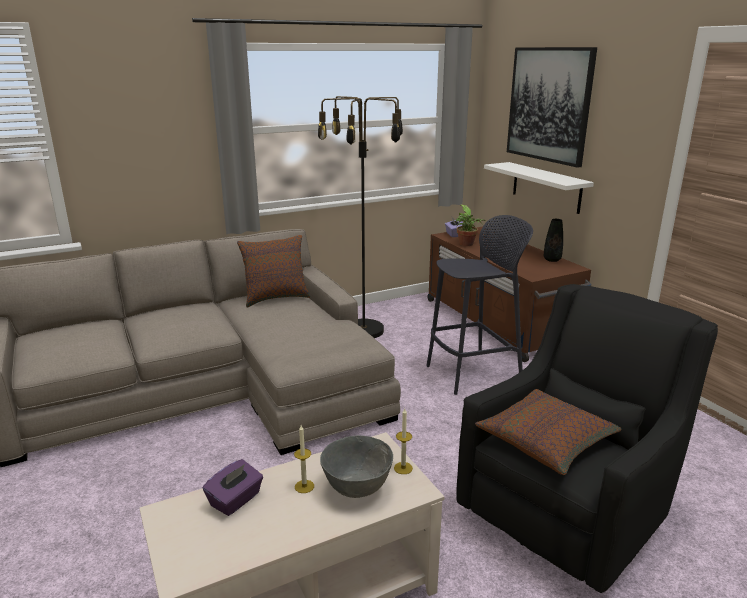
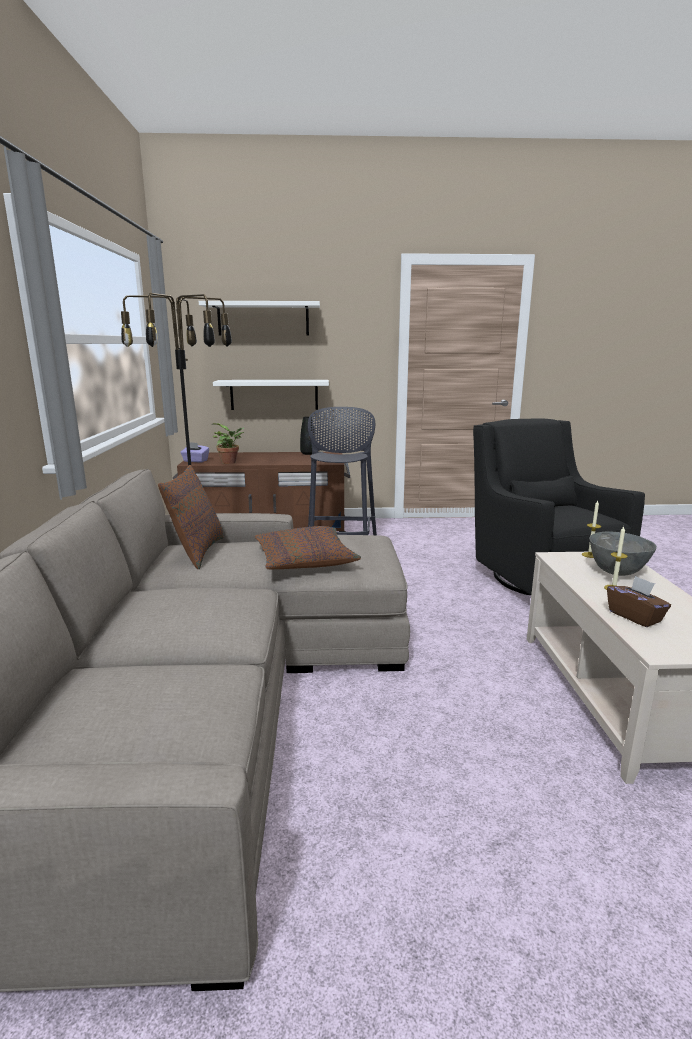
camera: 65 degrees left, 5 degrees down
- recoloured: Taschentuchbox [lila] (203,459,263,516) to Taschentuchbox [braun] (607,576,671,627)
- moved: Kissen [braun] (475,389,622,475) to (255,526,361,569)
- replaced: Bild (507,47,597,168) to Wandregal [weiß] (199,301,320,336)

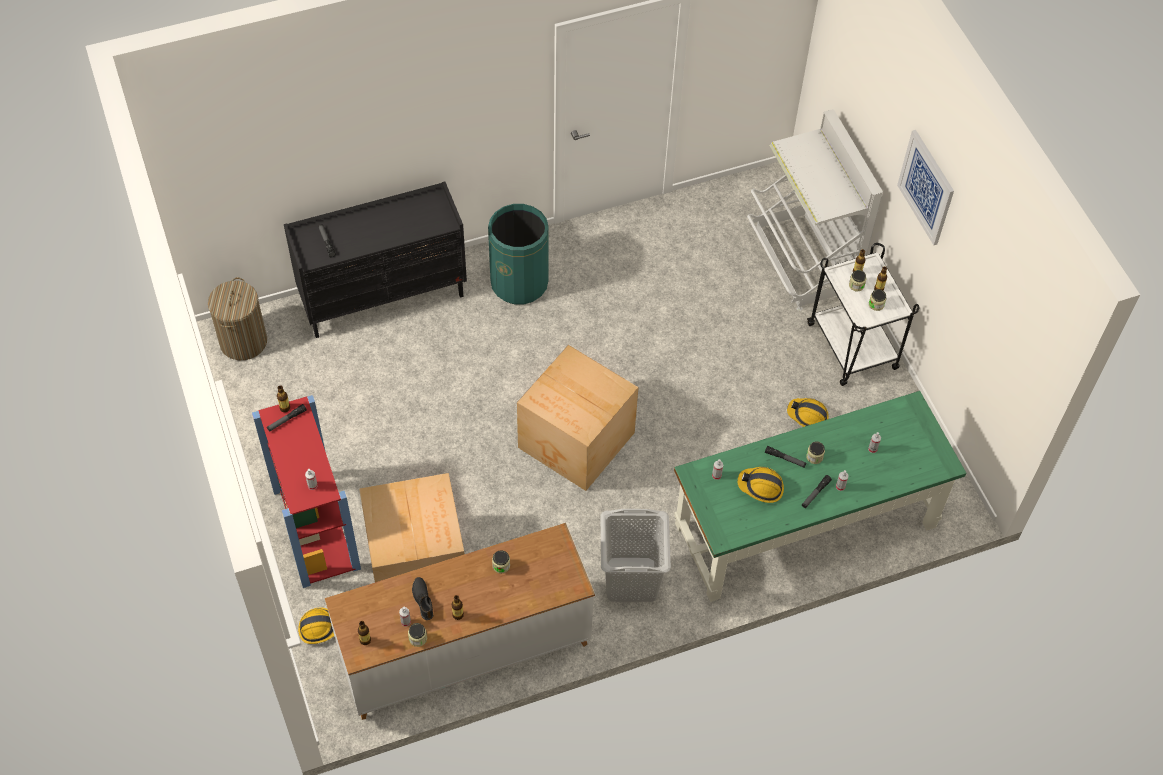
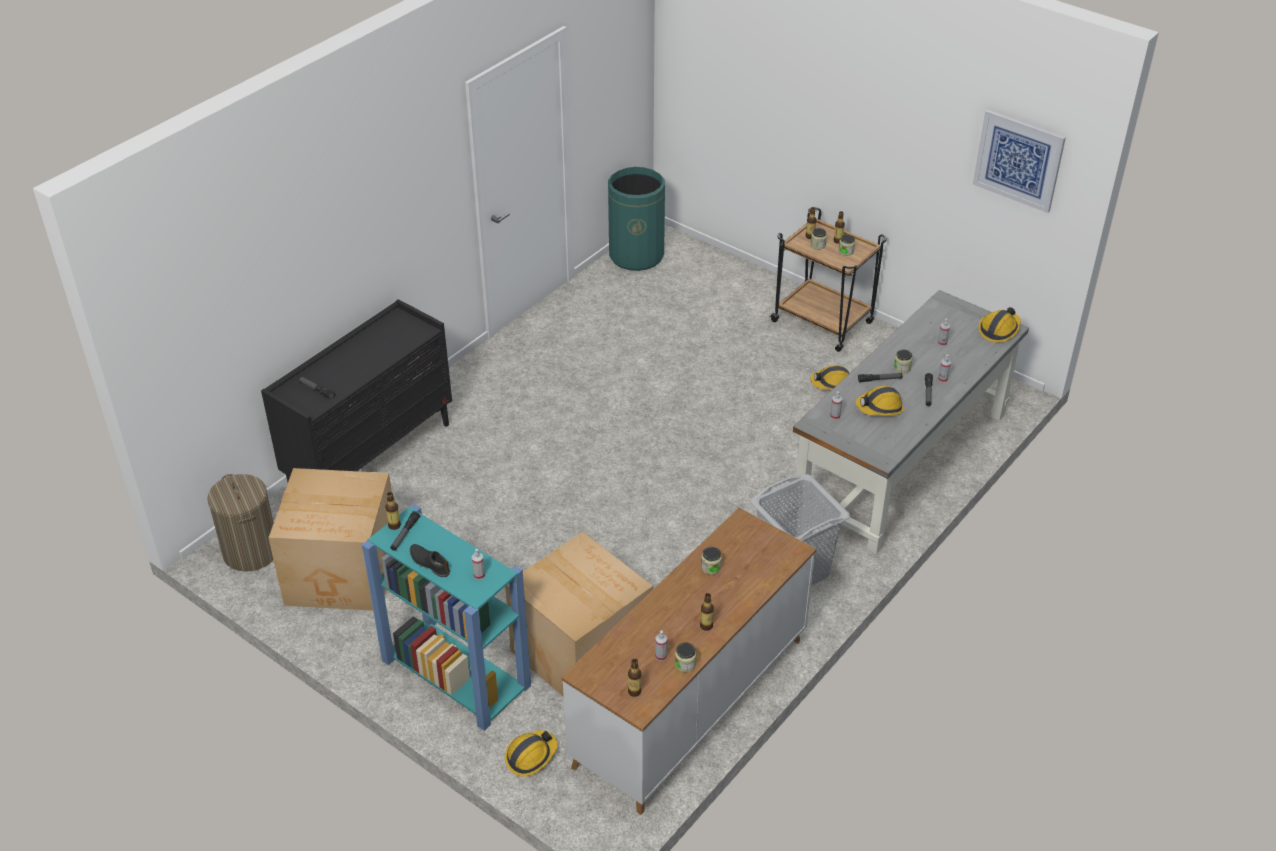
camera: 30 degrees left, 15 degrees down
- recoloured: Bücherregal [rot] (252,395,361,588) to Bücherregal [türkis] (362,504,531,731)
- moved: Schuh [schwarz] (412,577,433,620) to (410,544,450,577)
- moved: Mülleimer [grün] (488,204,549,305) to (608,167,665,271)
- moved: Karton (517,345,639,491) to (268,468,392,611)
- recoloured: Schreibtisch [grün] (674,391,966,602) to Schreibtisch [grau] (793,290,1029,554)
- removed: Schuhregal [weiß] (747,109,883,311)
- recoloured: Rollwagen [weiß] (807,243,920,386) to Rollwagen [braun] (771,207,886,352)
- moved: Bild (897,130,954,245) to (973,110,1066,213)
- added: Schutzhelm (978,307,1021,342)

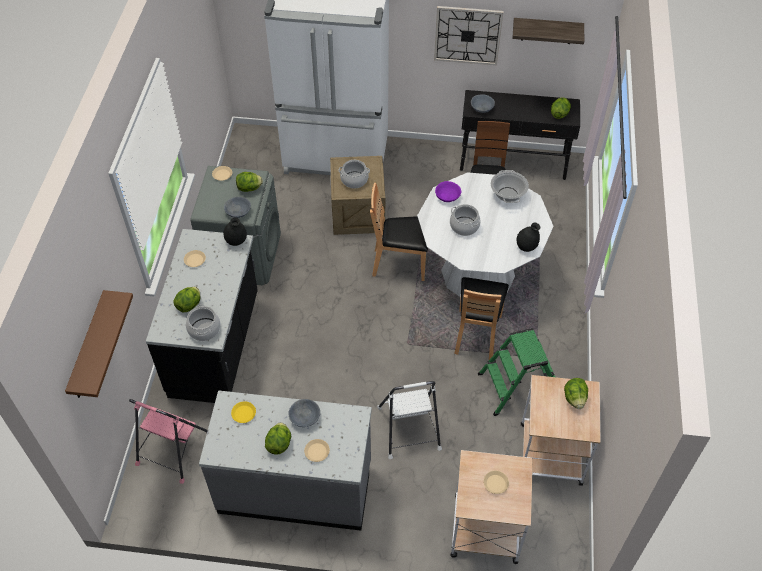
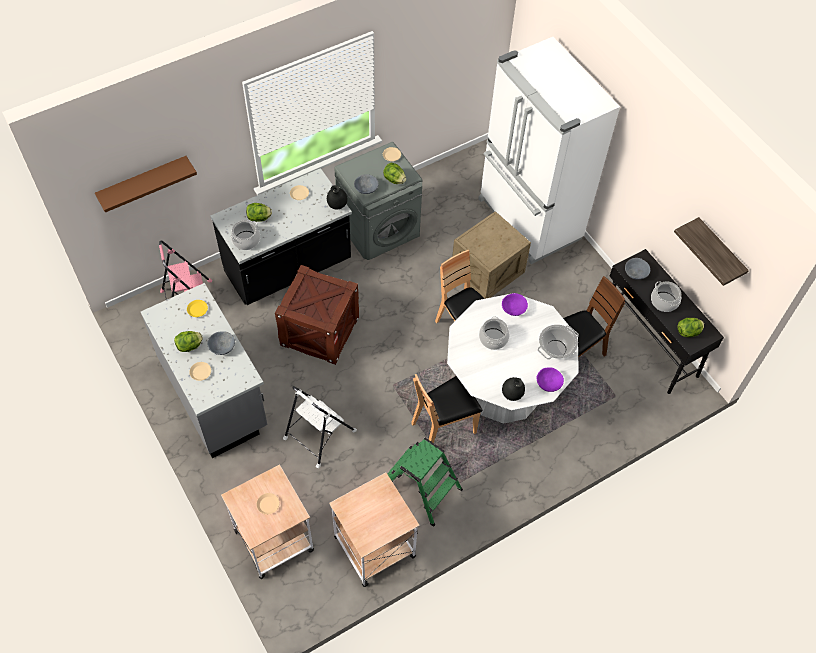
camera: 50 degrees right, 5 degrees up
- moved: Kochtopf (338,160,370,188) to (651,281,681,312)
- removed: Wanduhr (434,6,503,65)
- removed: Salatkopf (564,378,588,409)
- added: Kiste (275,265,359,365)
- added: Schüssel [lila] (537,367,564,392)

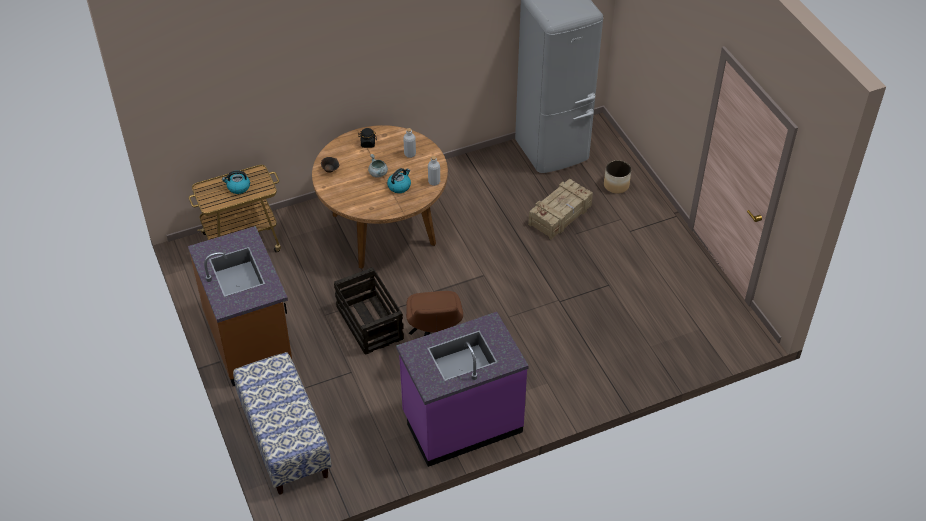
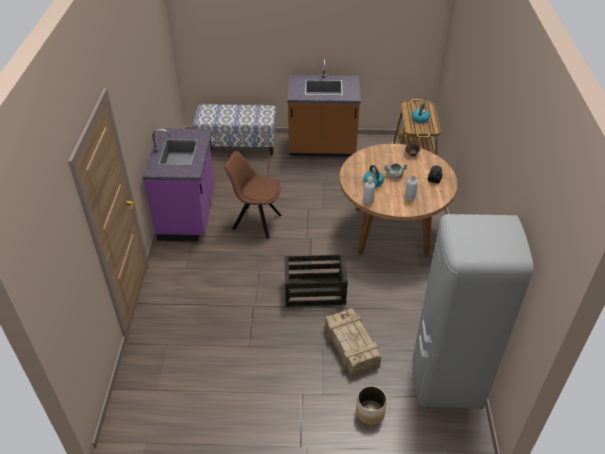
camera: 115 degrees right, 5 degrees down
- moved: Kiste (334,267,404,355) to (284,254,348,307)

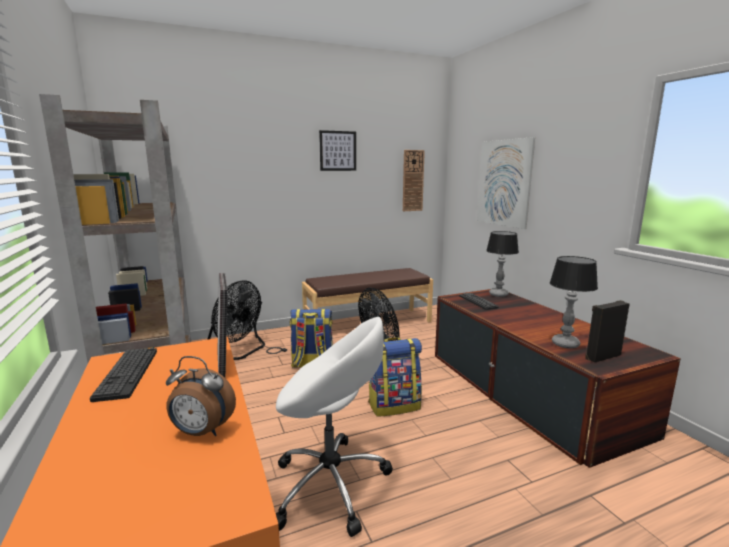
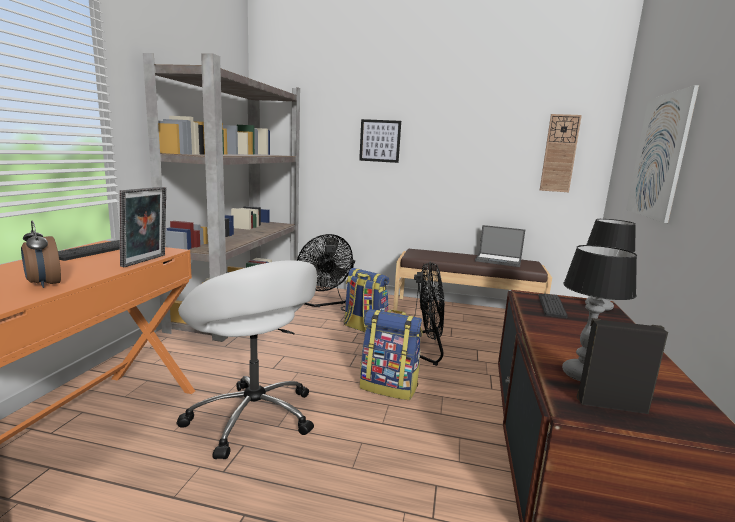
camera: 35 degrees right, 0 degrees up
- moved: Bild (319,130,356,171) to (359,119,401,163)
- added: Laptop (475,225,525,267)

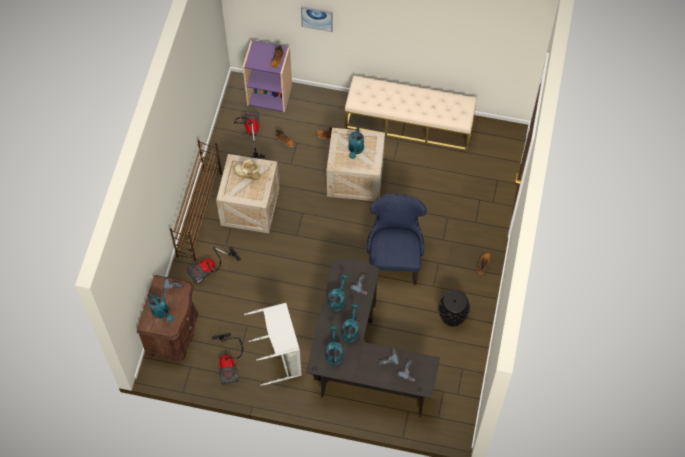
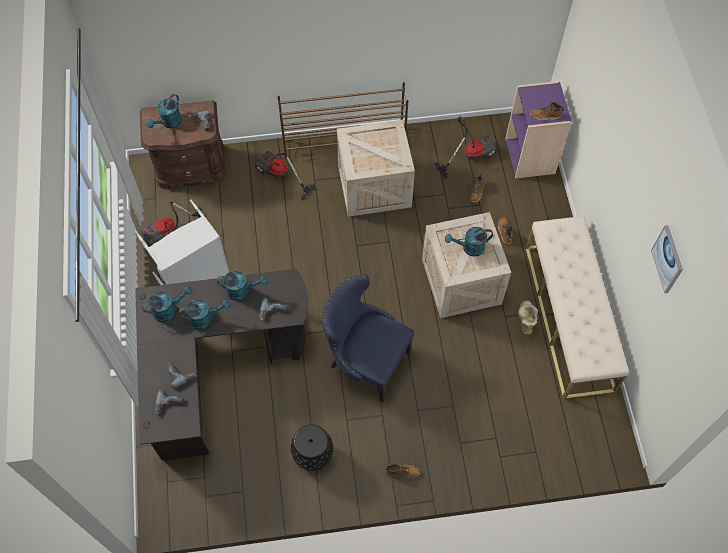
camera: 70 degrees right, 0 degrees up
- moved: Stiefel (233,159,260,180) to (518,301,538,335)
- moved: Bild (301,6,333,32) to (651,225,683,293)
- turned: Stuhl [blau] (367,194,427,285) = (321,274,414,402) 135 degrees counterclockwise

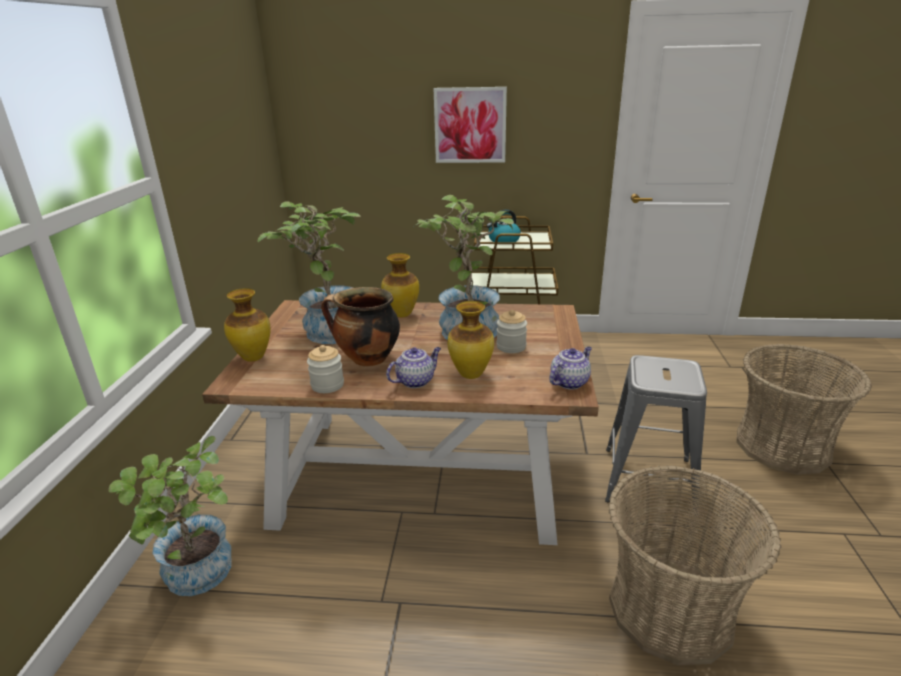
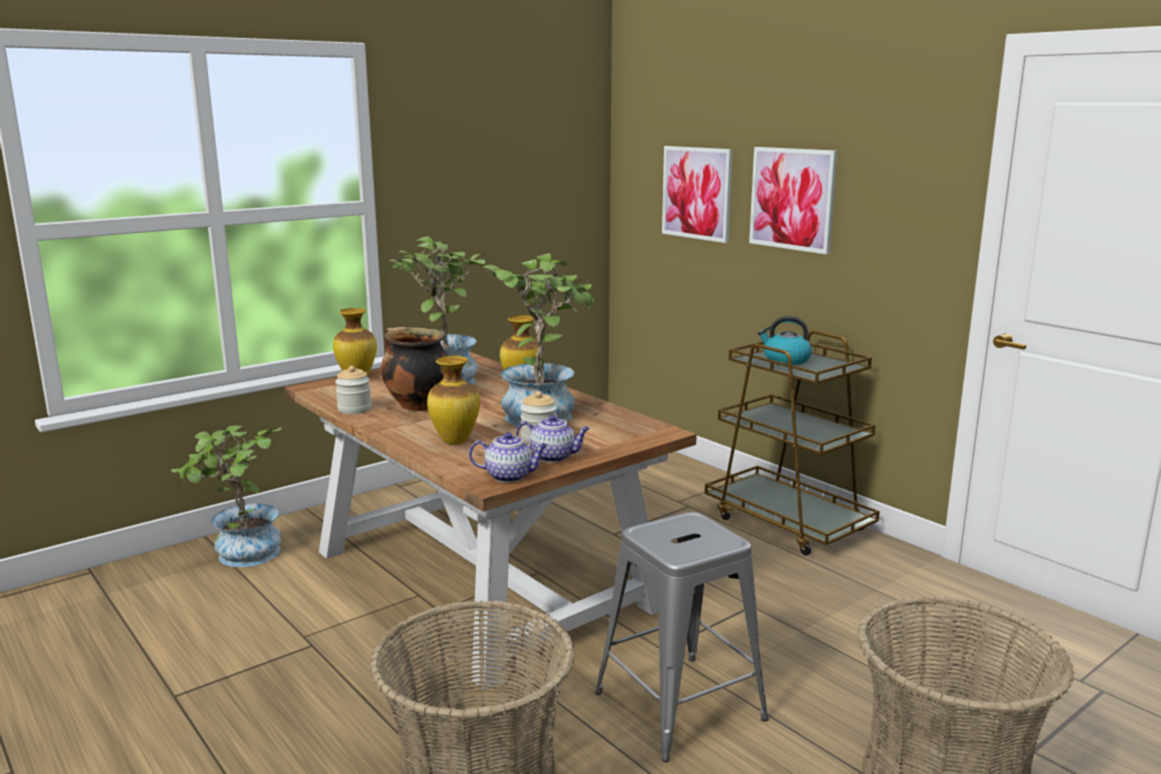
camera: 45 degrees right, 10 degrees down
- moved: Teekanne (386,347,441,388) to (516,415,590,462)
- added: Bild (662,146,733,243)

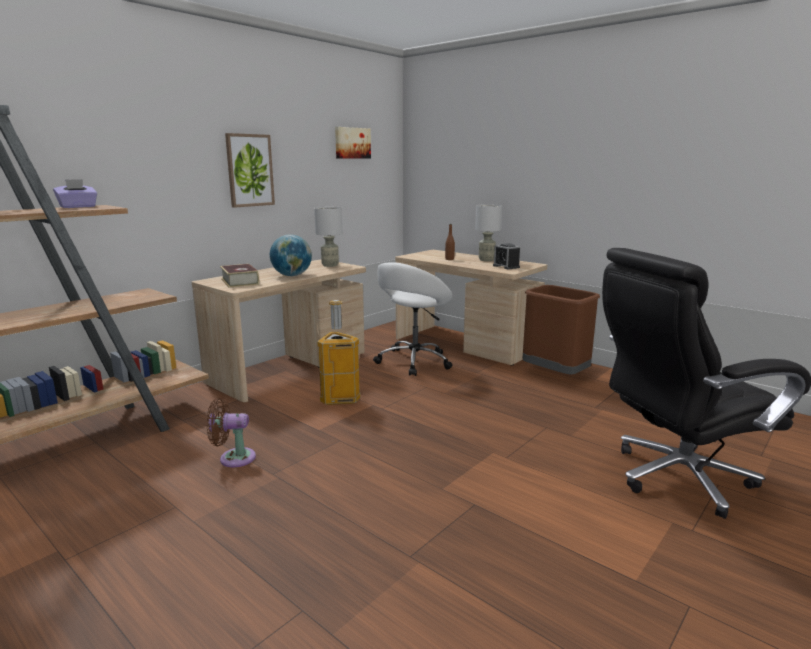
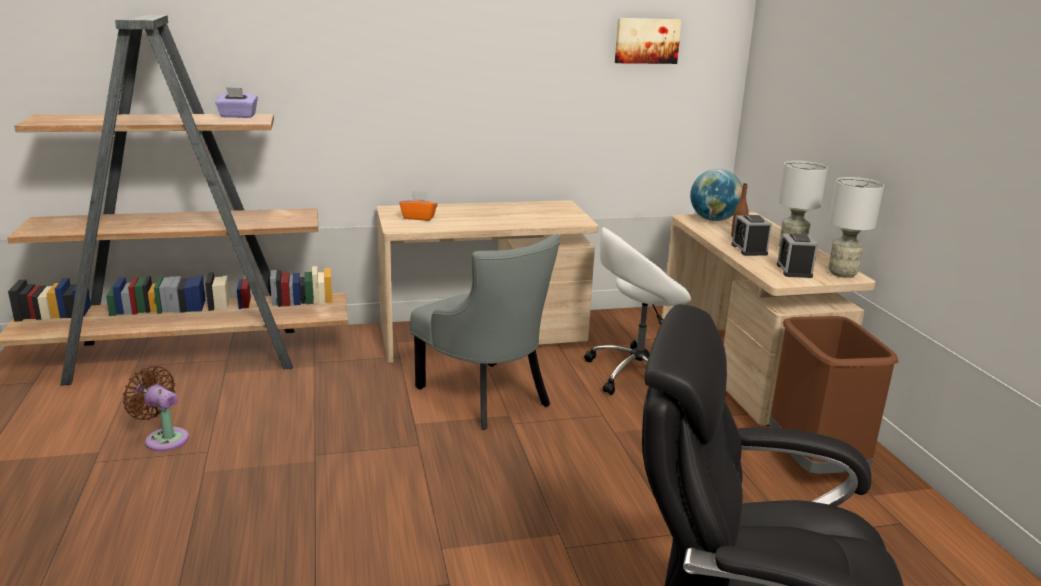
camera: 35 degrees right, 5 degrees up
- moved: Ventilator [braun] (206,398,256,467) to (123,366,189,451)
- replaced: Buch (220,264,259,288) to Taschentuchbox [orange] (399,191,438,221)
- removed: Bild (225,133,275,208)
- moved: Globus (270,234,312,276) to (690,169,743,221)
- moved: Tischlampe [grau] (314,207,342,267) to (828,177,884,278)
- replaced: Mülleimer (317,300,361,405) to Stuhl [grau] (409,235,560,430)
- added: Wecker (731,215,772,256)

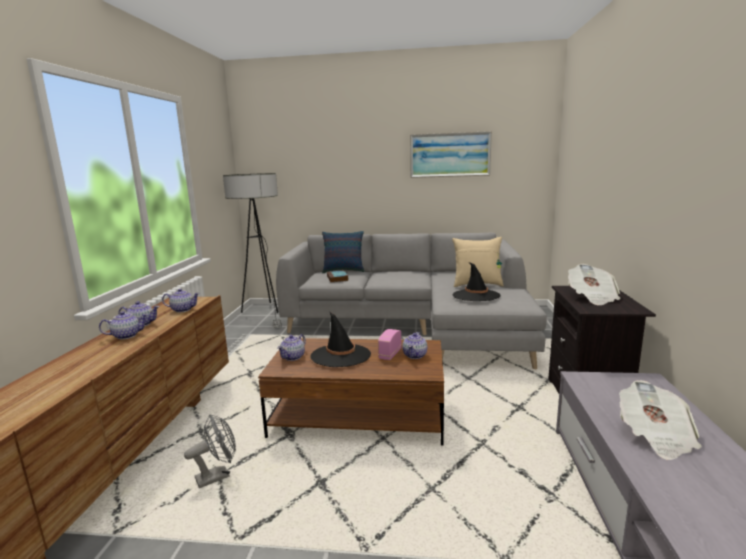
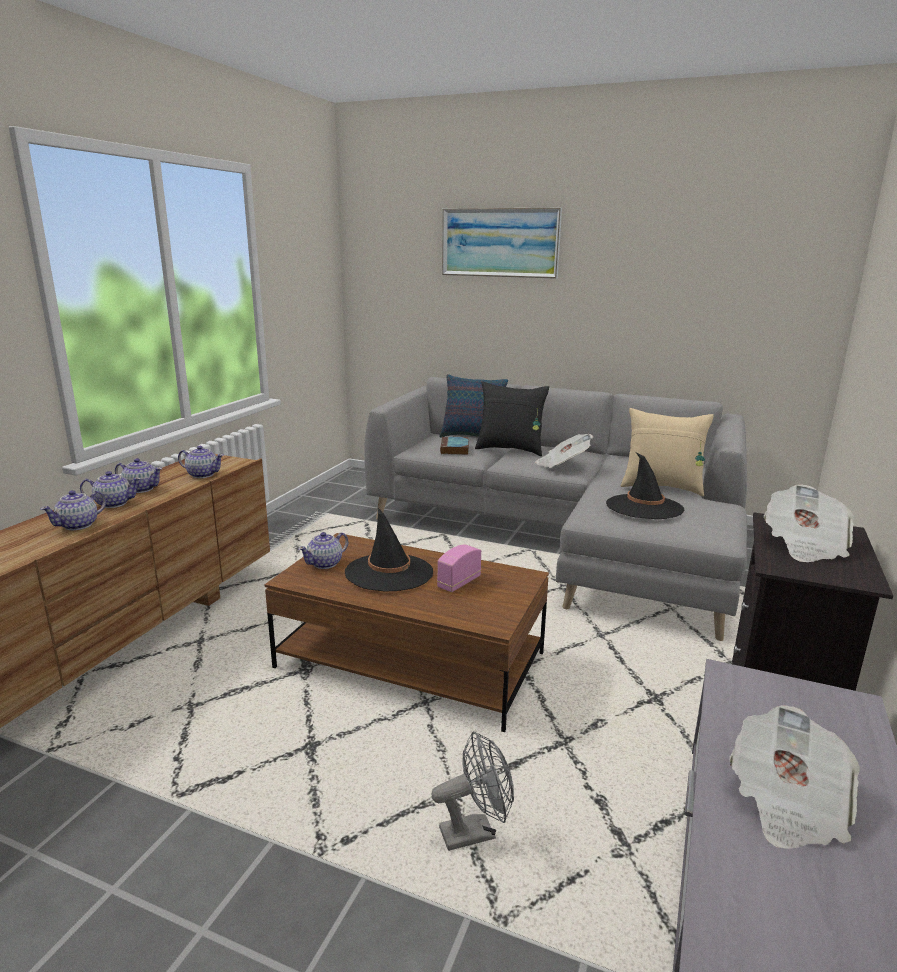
camera: 15 degrees right, 5 degrees up
- moved: Ventilator [grau] (184,415,236,488) to (432,731,514,851)
- removed: Stehlampe (223,173,281,328)
- moved: Teekanne (402,332,427,359) to (41,490,106,530)
- moved: Bild (410,131,492,178) to (442,208,562,278)
- added: Kissen [schwarz] (475,382,549,456)
- added: Zeitung (535,434,593,468)

